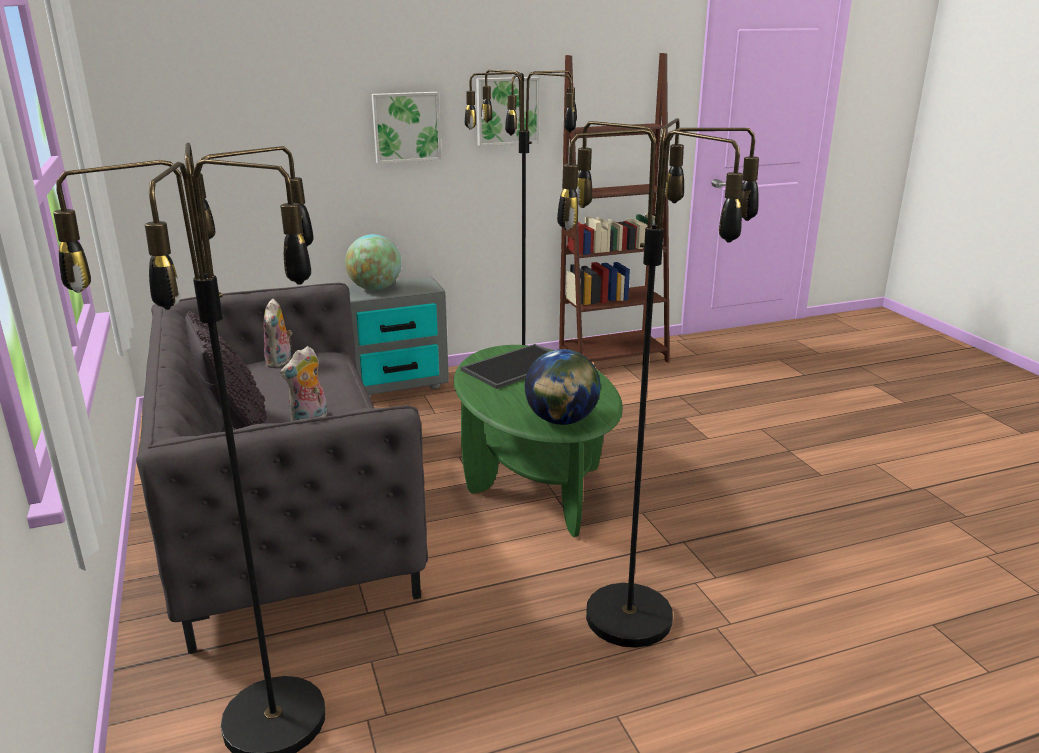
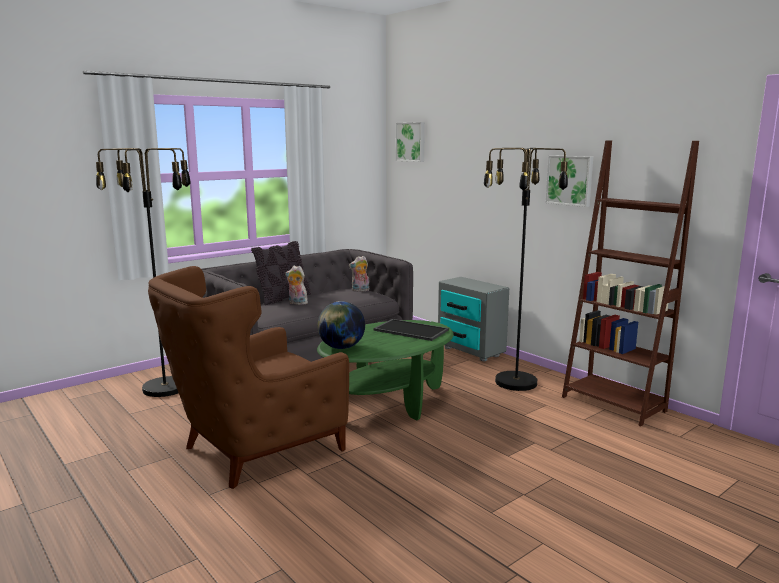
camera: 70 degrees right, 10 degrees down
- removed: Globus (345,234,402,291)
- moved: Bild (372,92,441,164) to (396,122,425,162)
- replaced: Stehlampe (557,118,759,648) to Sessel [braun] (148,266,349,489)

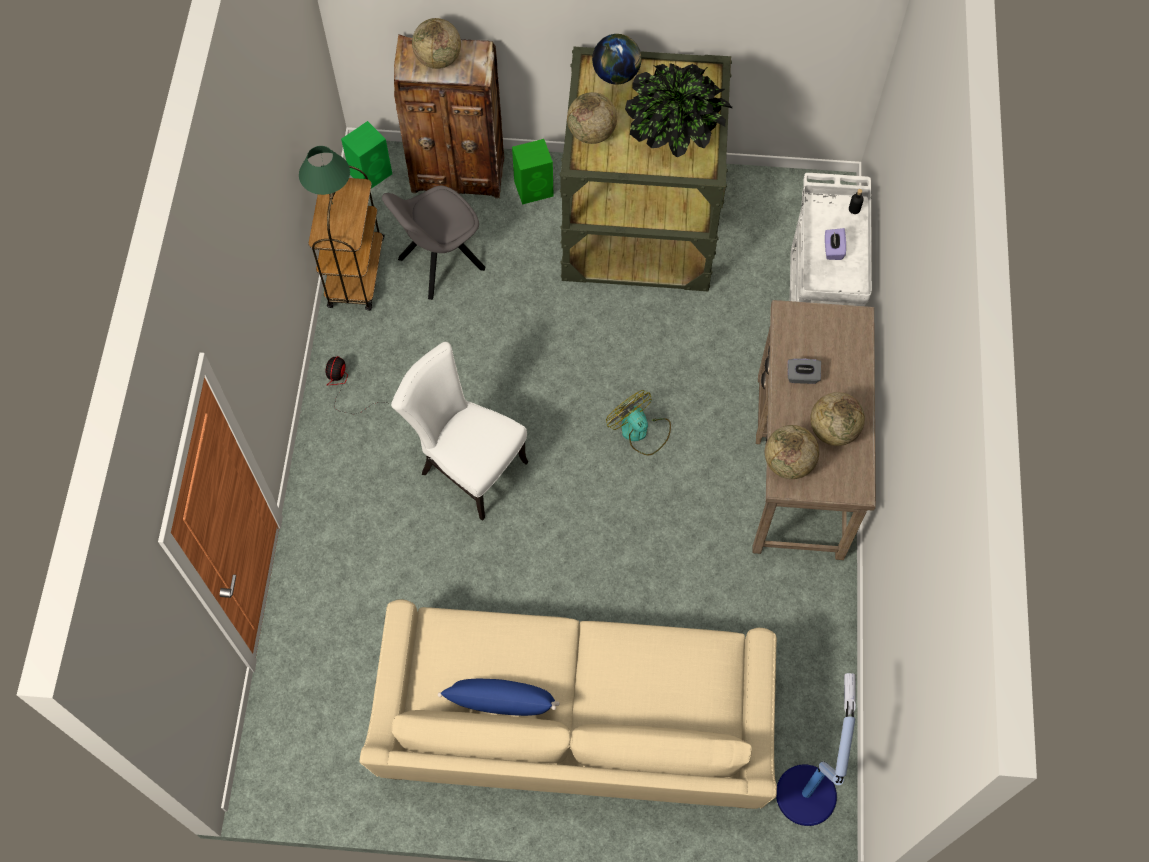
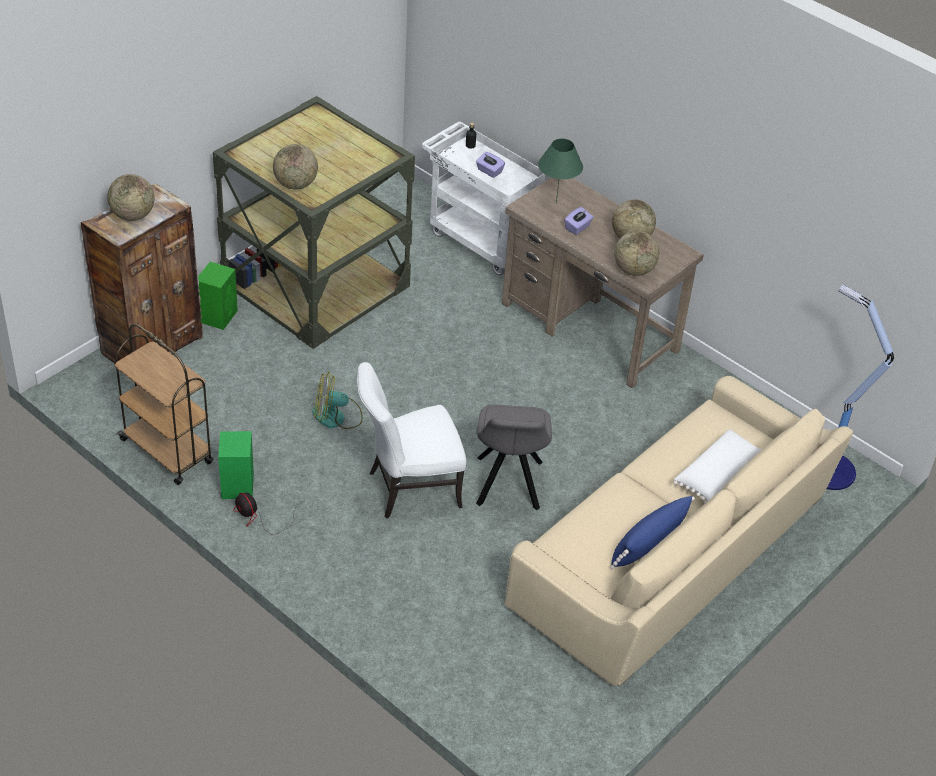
camera: 55 degrees left, 20 degrees down
- moved: Tischlampe [grün] (299,146,350,204) to (538,138,583,203)
- moved: Lautsprecher [grün] (341,121,392,189) to (218,431,254,499)
- moved: Stuhl [grau] (382,186,485,300) to (476,404,552,510)
- removed: Globus (592,34,642,84)
- moved: Ventilator (606,390,671,455) to (312,372,363,429)
- removed: Topfpflanze (625,63,732,157)
- recoloured: Taschentuchbox [grau] (788,358,821,384) to Taschentuchbox [lila] (564,207,593,235)
- added: Kissen [weiß] (673,429,762,504)

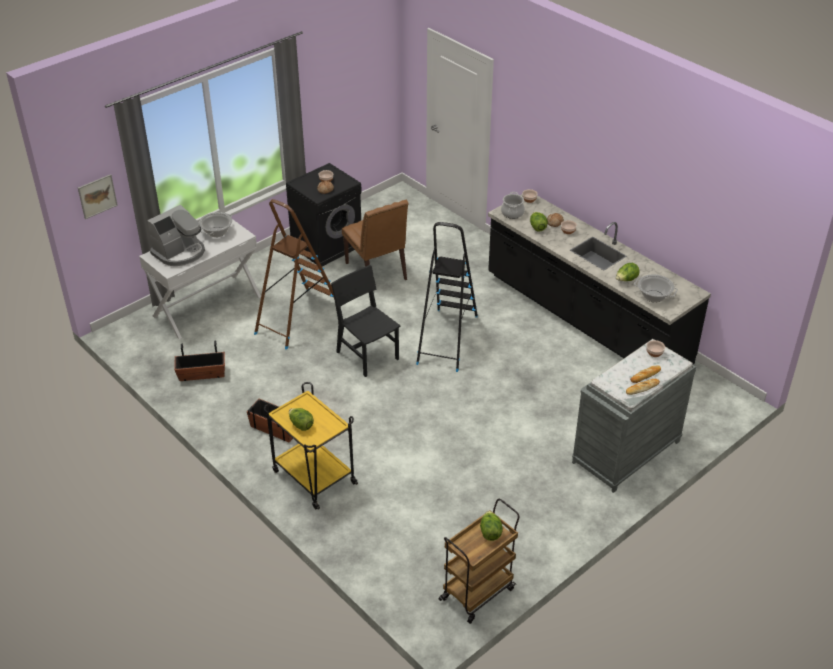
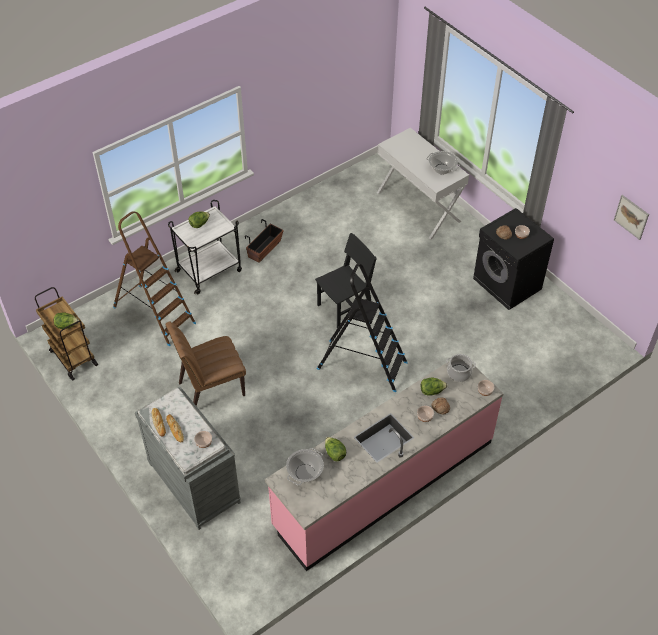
camera: 95 degrees right, 10 degrees up
- moved: Bild (78,174,118,219) to (614,195,649,240)
- removed: Kaffeemaschine (147,204,205,266)
- removed: Pflanzkübel (174,341,225,381)
- moved: Trittleiter [braun] (254,199,334,350) to (113,211,196,346)
- recoloured: Rollwagen [gelb] (264,382,358,510) to Rollwagen [weiß] (168,200,242,295)
- moved: Stuhl [braun] (342,200,408,280) to (165,321,246,406)
- recoloured: Küchenzeile [schwarz] (488,195,711,364) to Küchenzeile [rosa] (265,353,504,571)

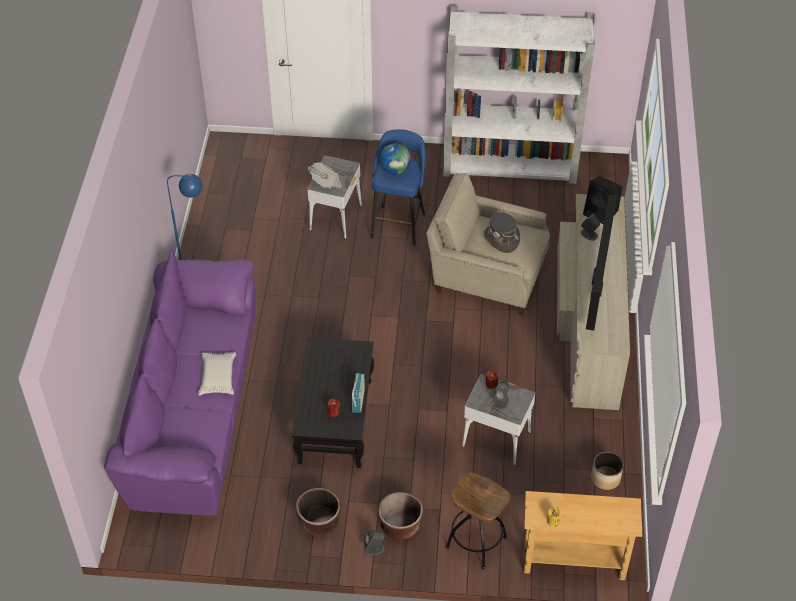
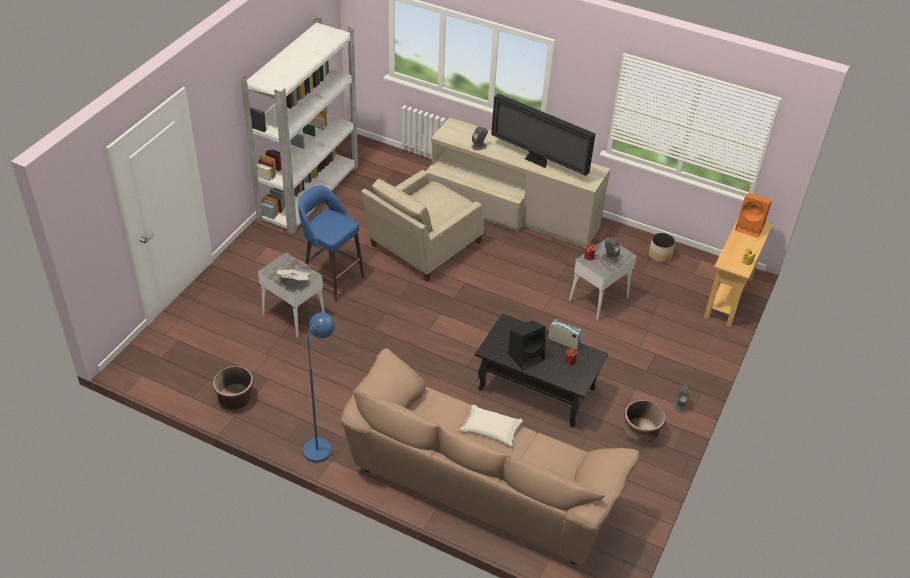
camera: 70 degrees left, 5 degrees down
- recoloured: Sofa [lila] (104,249,255,516) to Sofa [beige] (341,348,639,565)
- moved: Pflanzkübel [braun] (378,492,423,539) to (213,366,254,409)
- removed: Globus (380,143,411,175)
- removed: Hocker [braun] (446,472,511,569)
- removed: Hut [grau] (484,212,520,253)
- moved: Lautsprecher [schwarz] (583,176,622,224) to (508,320,546,370)
- added: Lautsprecher [orange] (735,193,772,238)

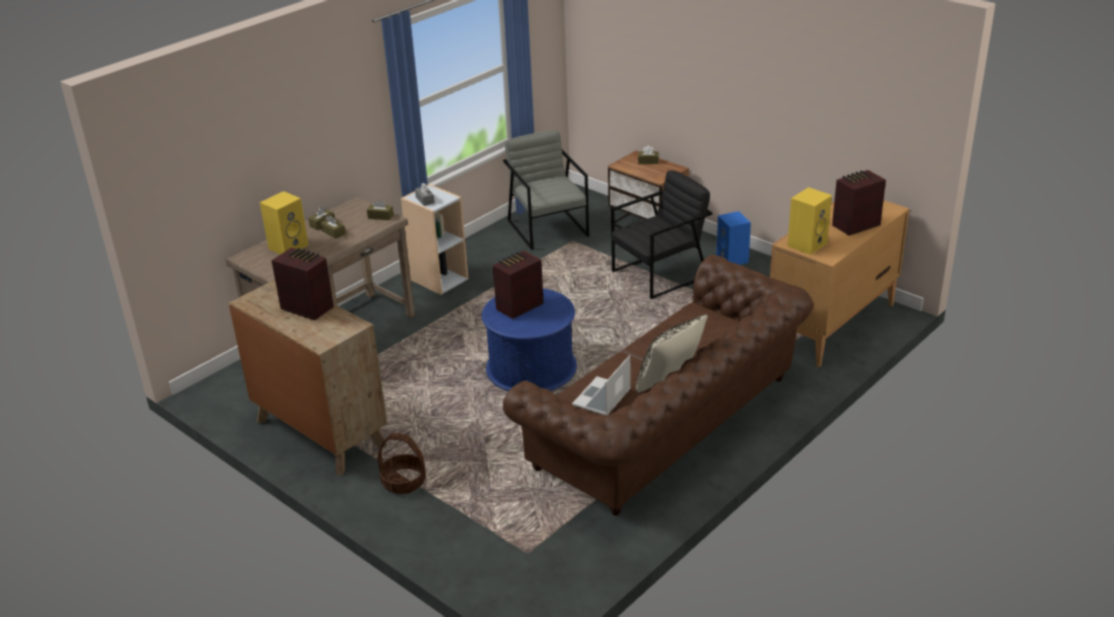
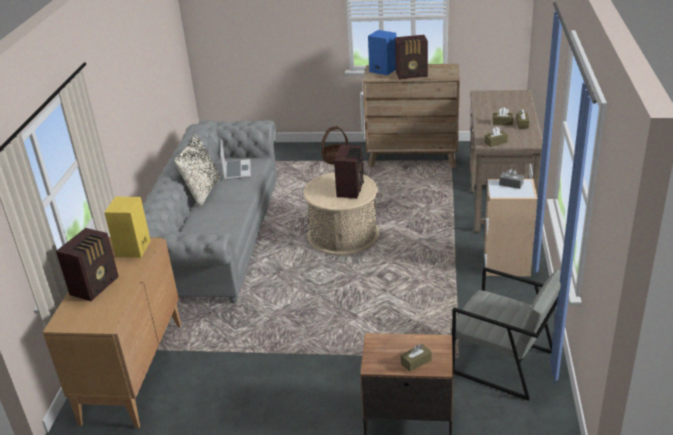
camera: 145 degrees right, 0 degrees up
- removed: Lautsprecher [gelb] (260,191,309,254)
- recoloured: Couchtisch [blau] (482,288,577,391) to Couchtisch [beige] (303,172,380,255)
- recoloured: Sofa [braun] (503,255,814,515) to Sofa [grau] (142,120,277,303)
- removed: Sessel [schwarz] (611,170,713,299)
- moved: Lautsprecher [blau] (716,211,751,265) to (368,30,396,76)

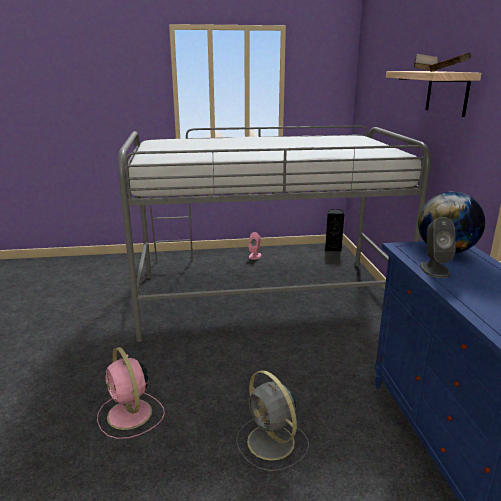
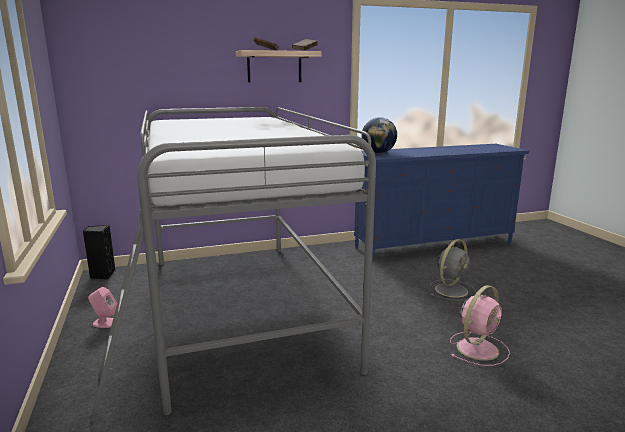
camera: 100 degrees left, 5 degrees down
- removed: Lautsprecher [grau] (420,217,455,278)

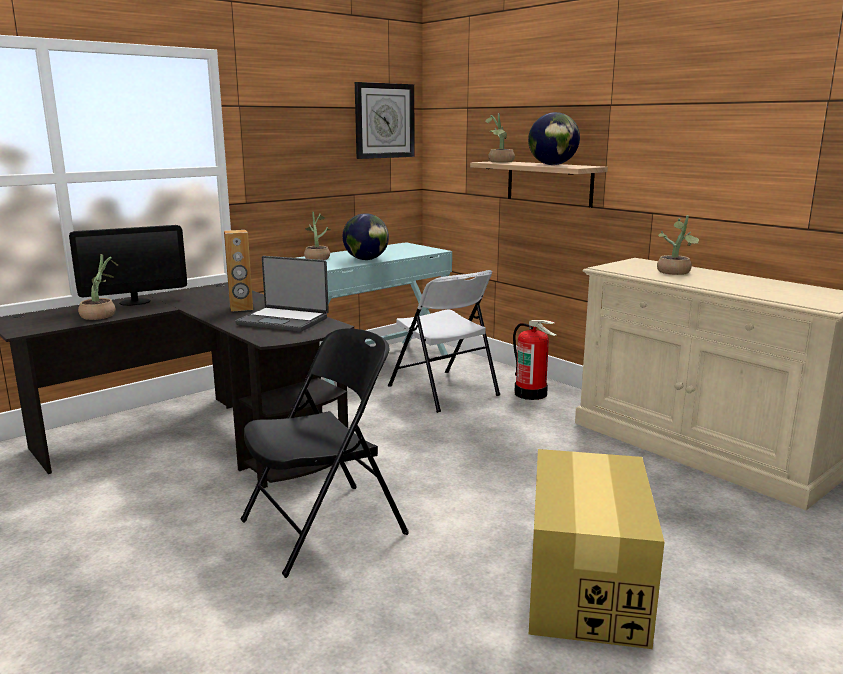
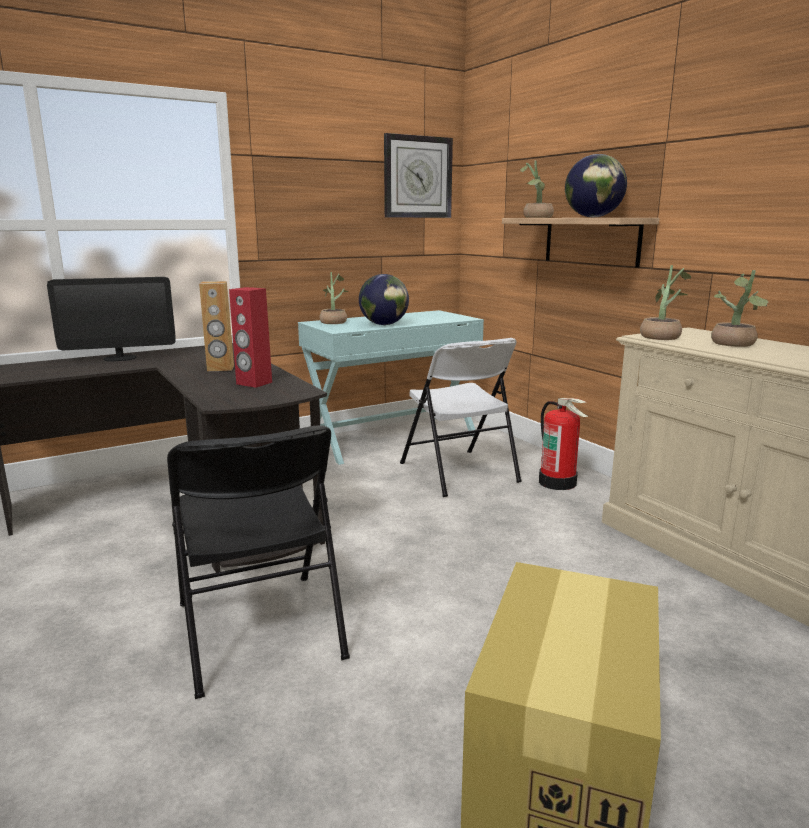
camera: 10 degrees right, 0 degrees up
- moved: Topfpflanze (78,254,118,320) to (640,265,691,340)
- replaced: Laptop (236,256,329,332) to Lautsprecher [rot] (229,287,272,388)
- turned: Stuhl [schwarz] (241,328,409,578) = (167,425,350,699) 90 degrees clockwise

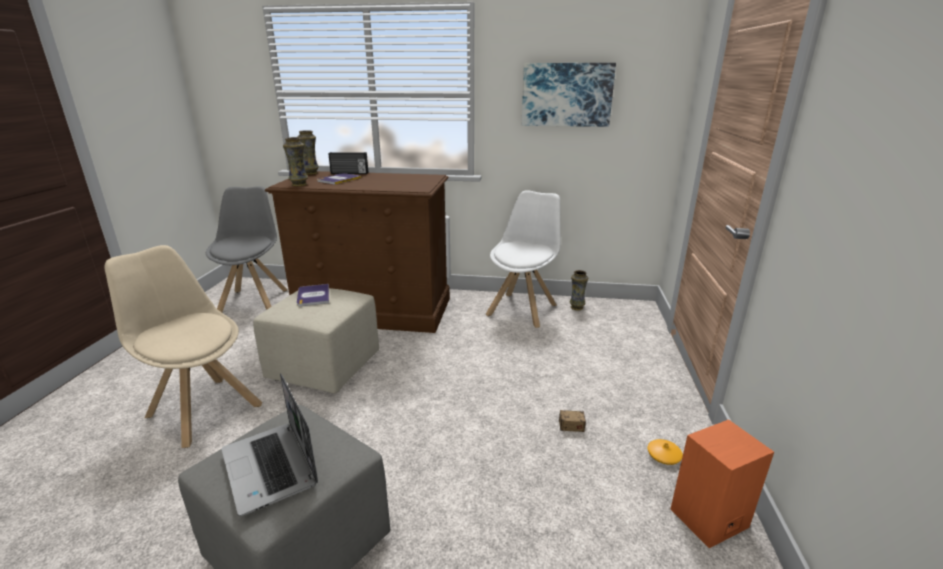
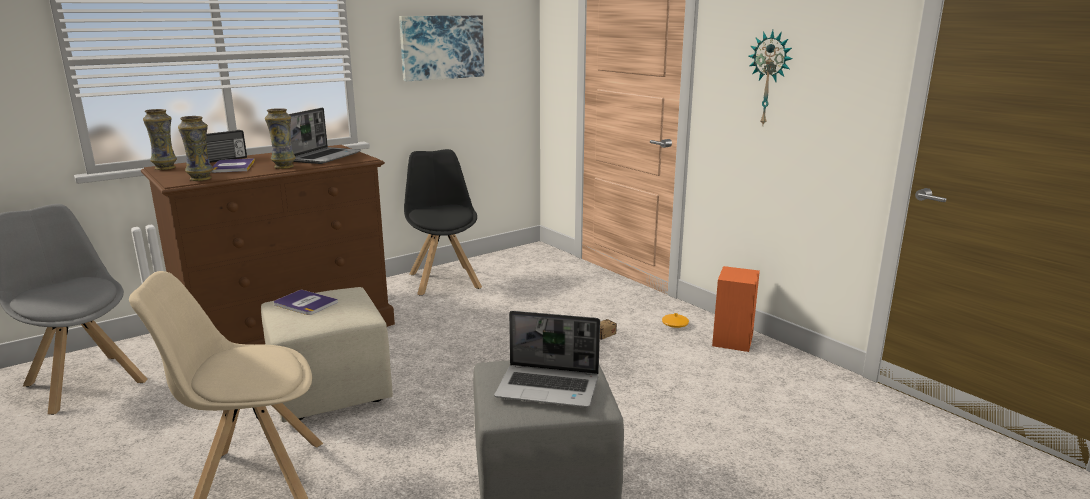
camera: 45 degrees left, 5 degrees down
- recoloured: Stuhl [weiß] (486,190,560,328) to Stuhl [schwarz] (404,149,482,296)
- moved: Vase (569,270,588,310) to (265,108,296,169)
- added: Laptop (288,108,361,164)
- added: Wanduhr (749,30,793,125)

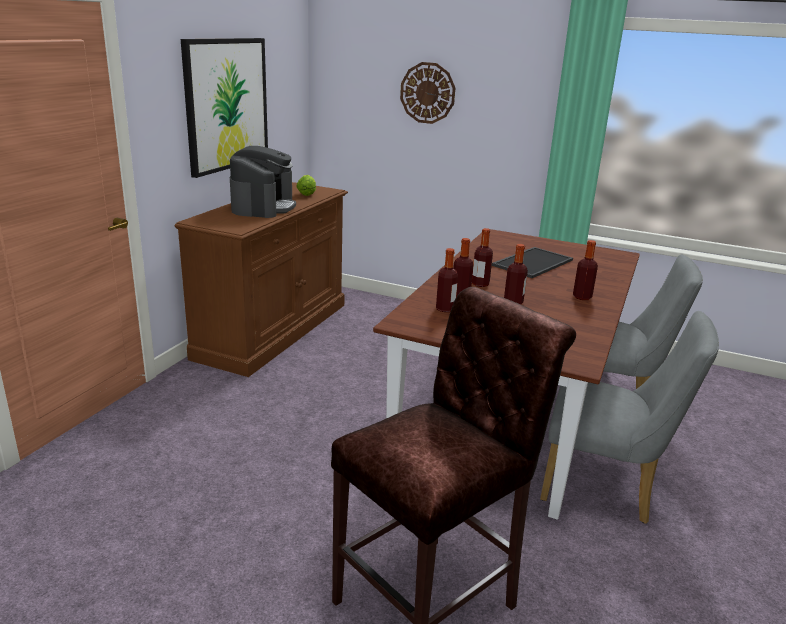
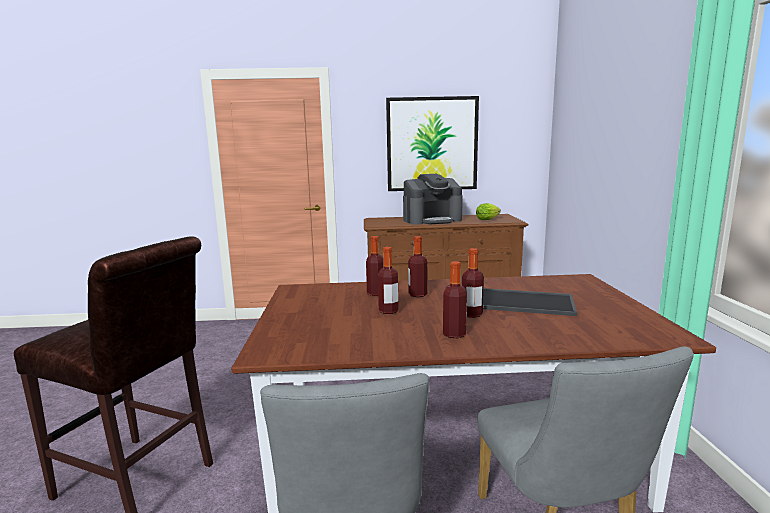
camera: 65 degrees right, 10 degrees down
- removed: Wanduhr (400,62,455,124)
- moved: Flasche (436,248,458,312) to (462,248,484,318)

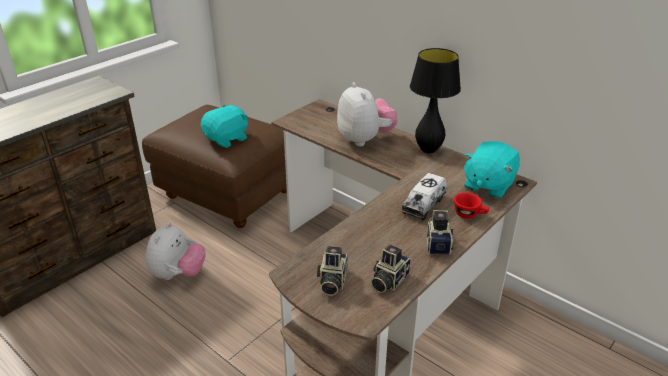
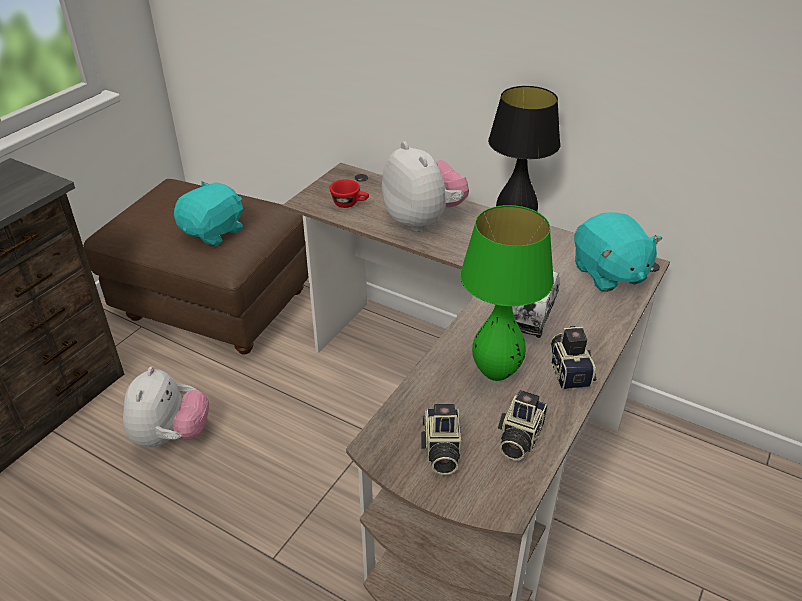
camera: 10 degrees left, 5 degrees up
- moved: Tasse [rot] (454,193,489,219) to (329,179,369,208)
- turned: Plüschtier [türkis] (463,141,520,199) = (574,212,662,292) 45 degrees counterclockwise
- added: Tischlampe [grün] (460,205,554,381)

